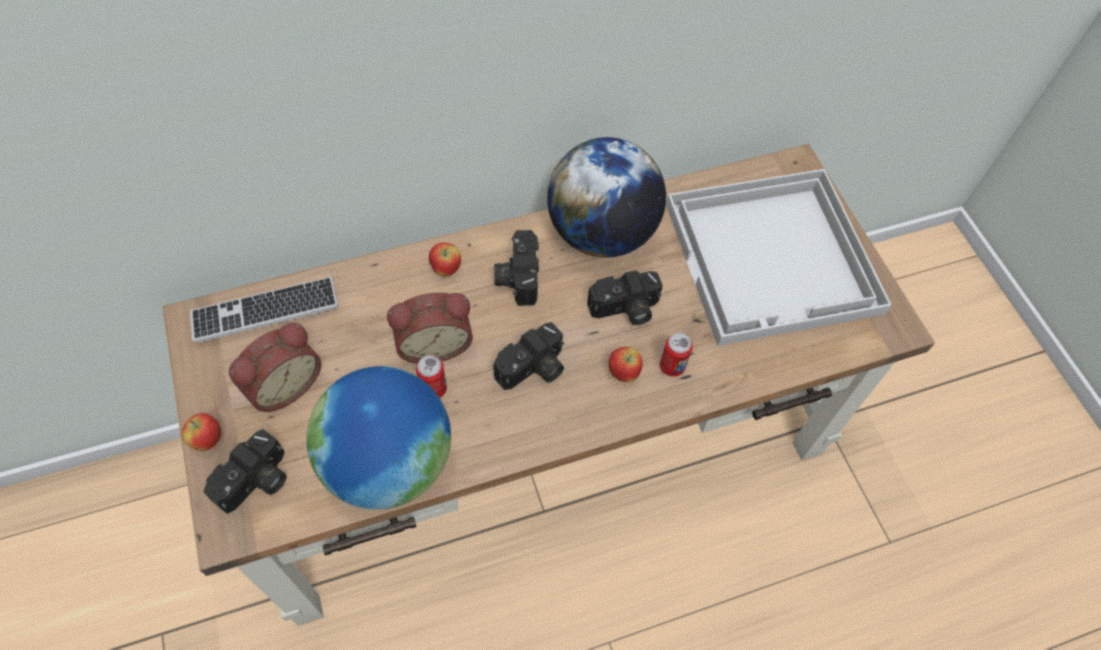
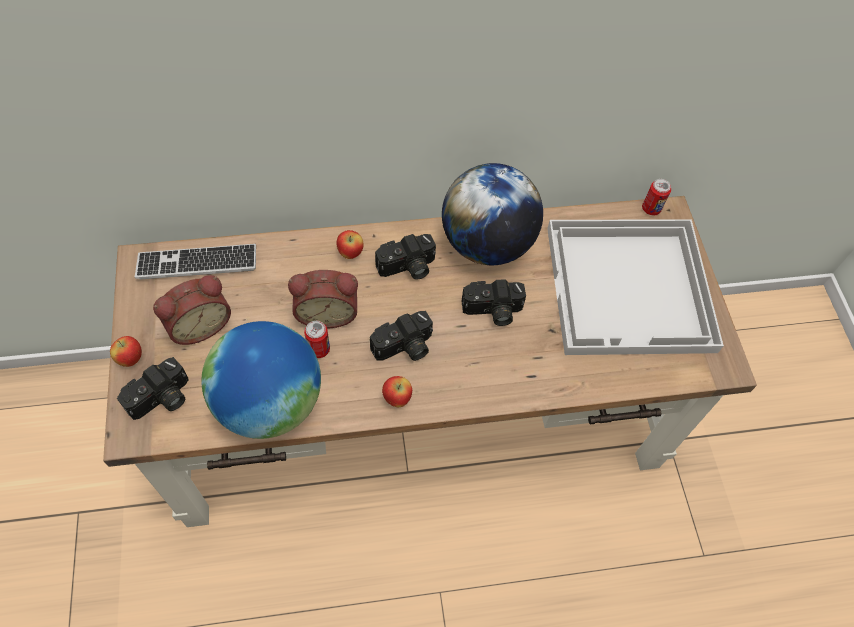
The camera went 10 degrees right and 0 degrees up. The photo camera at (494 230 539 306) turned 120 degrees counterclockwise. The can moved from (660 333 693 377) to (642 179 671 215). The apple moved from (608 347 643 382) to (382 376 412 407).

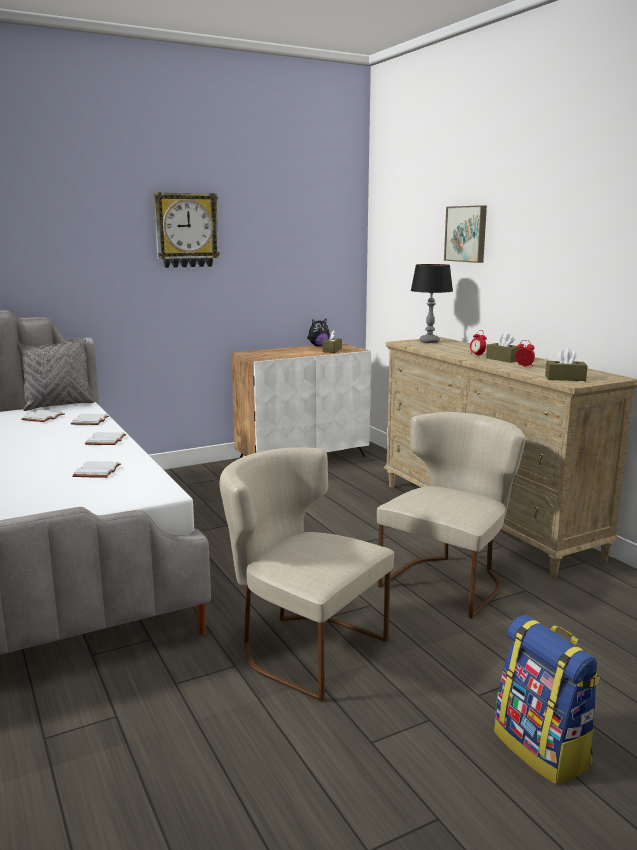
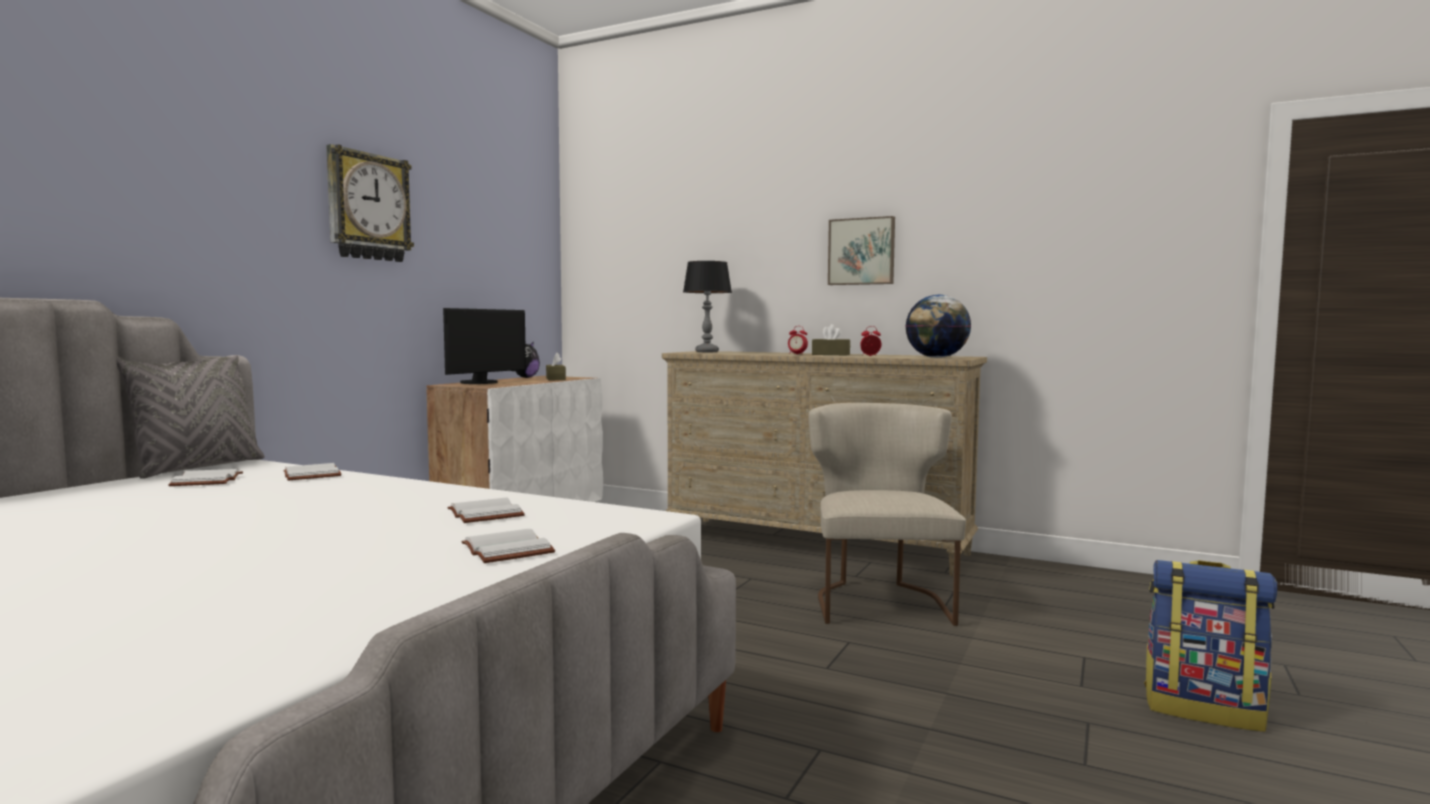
The camera went 35 degrees left and 10 degrees down. The wall art moved from (444 205 487 263) to (828 216 895 285). The brownish tissue holder at (545 347 588 381) was replaced by the world globe at (906 295 971 358). The white volume moved from (85 432 126 445) to (461 529 555 563). The beige-coloured plain chair at (220 448 394 702) disappeared. The monitor at (443 308 526 384) appeared.

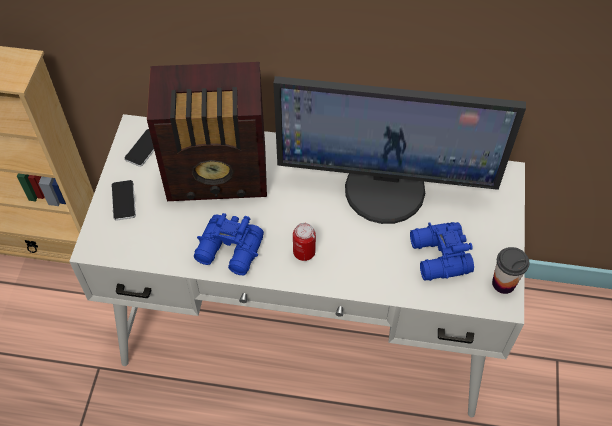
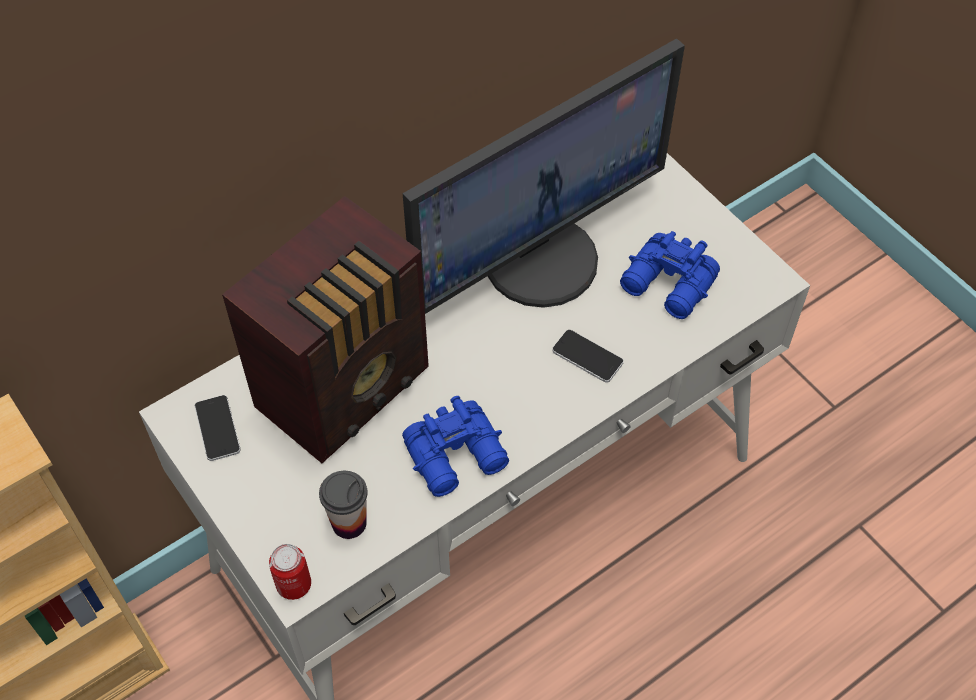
The camera went 45 degrees left and 0 degrees up. The telephone moved from (111 180 136 221) to (552 330 624 383). The can moved from (293 223 316 261) to (269 544 311 600). The small cup moved from (492 247 529 294) to (319 471 367 539).

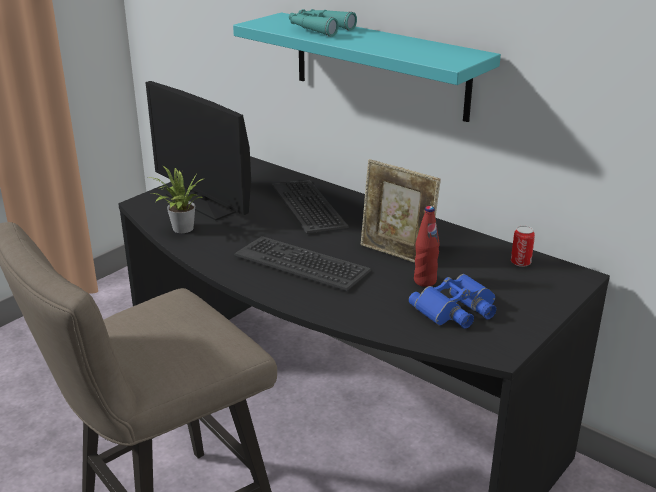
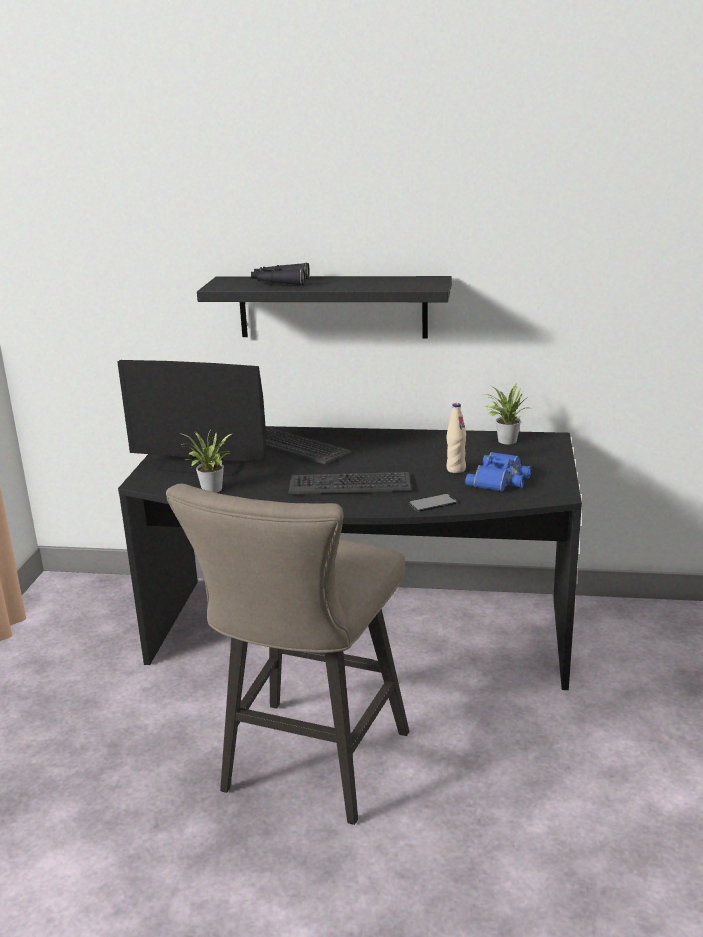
The camera went 30 degrees left and 5 degrees down. The blue-green binoculars at (289 9 357 37) became the black-coloured binoculars at (251 263 310 286). The blue-green wall shelf at (233 12 501 122) became the black-coloured wall shelf at (197 276 452 339). The standing frame at (361 159 441 263) disappeared. The reddish beverage bottle at (414 206 440 287) became the beige-coloured beverage bottle at (447 403 466 473). The can at (511 226 535 267) was replaced by the potted plant at (483 383 529 444). The telephone at (409 494 457 512) appeared.

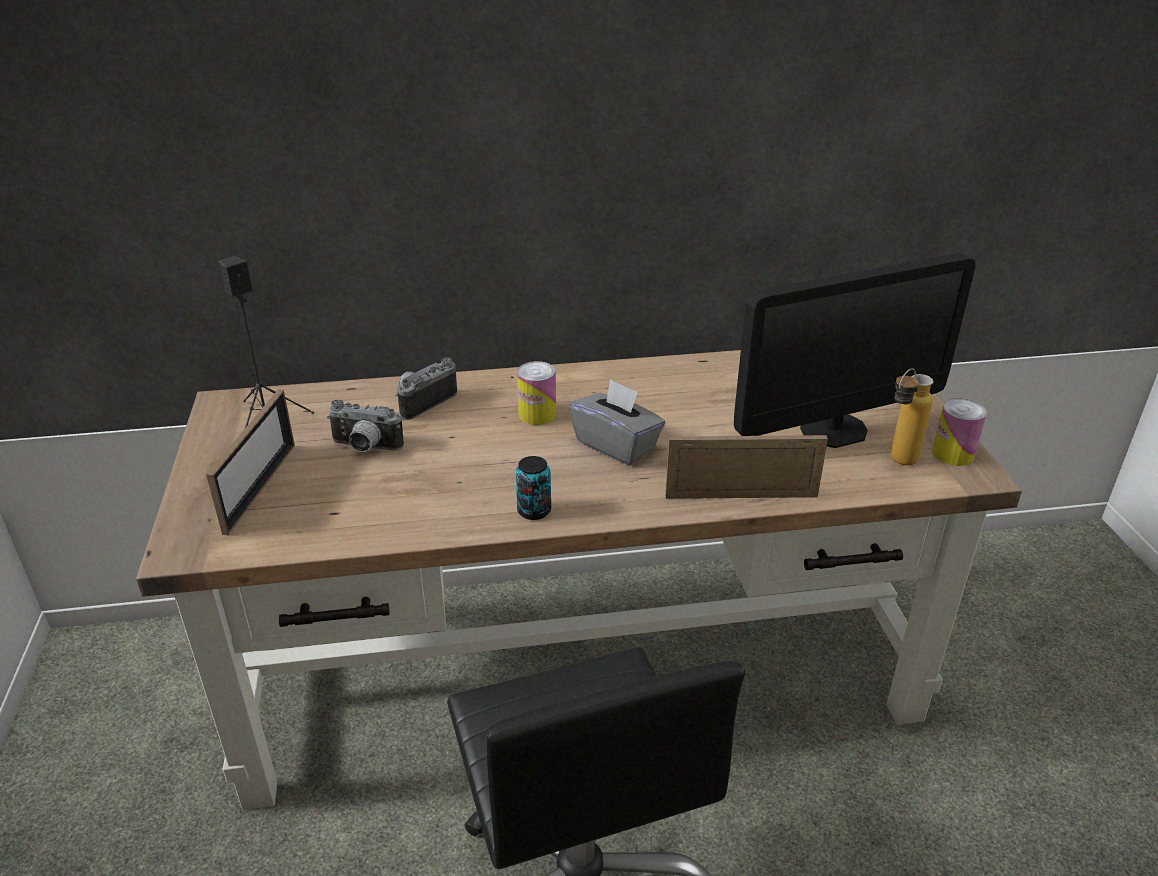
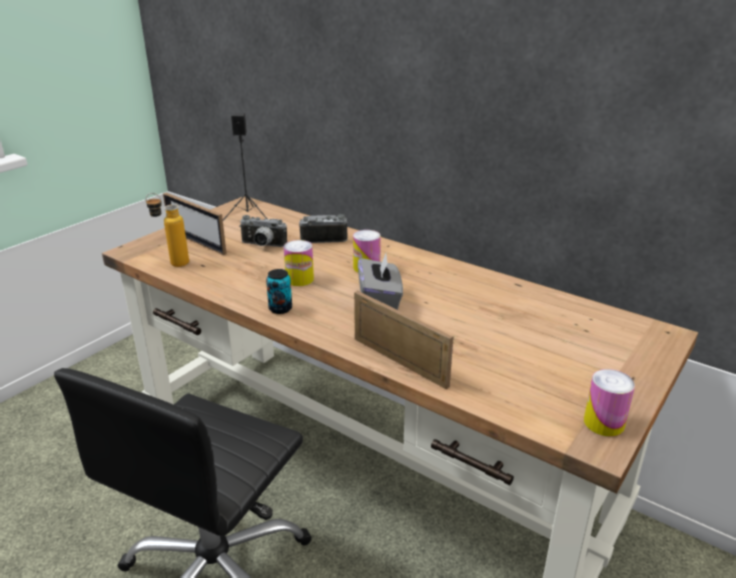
The camera went 45 degrees right and 5 degrees down. The monitor at (734 253 975 448) disappeared. The beverage bottle moved from (890 368 934 465) to (146 193 189 267). The standing frame at (206 389 295 535) turned 75 degrees clockwise. The photo camera at (327 400 404 452) turned 45 degrees counterclockwise. The can at (284 240 314 286) appeared.

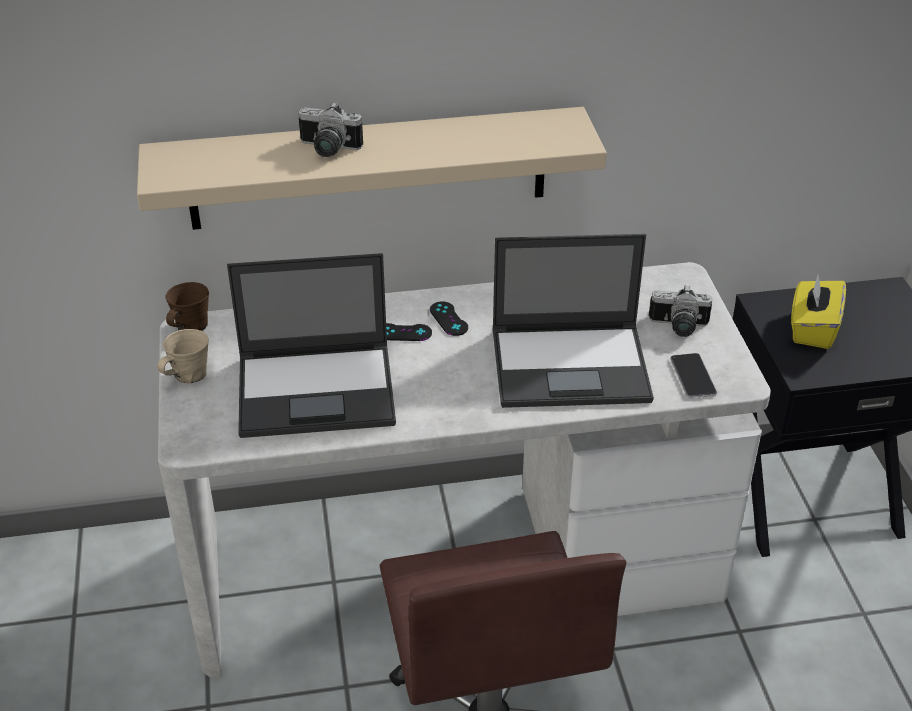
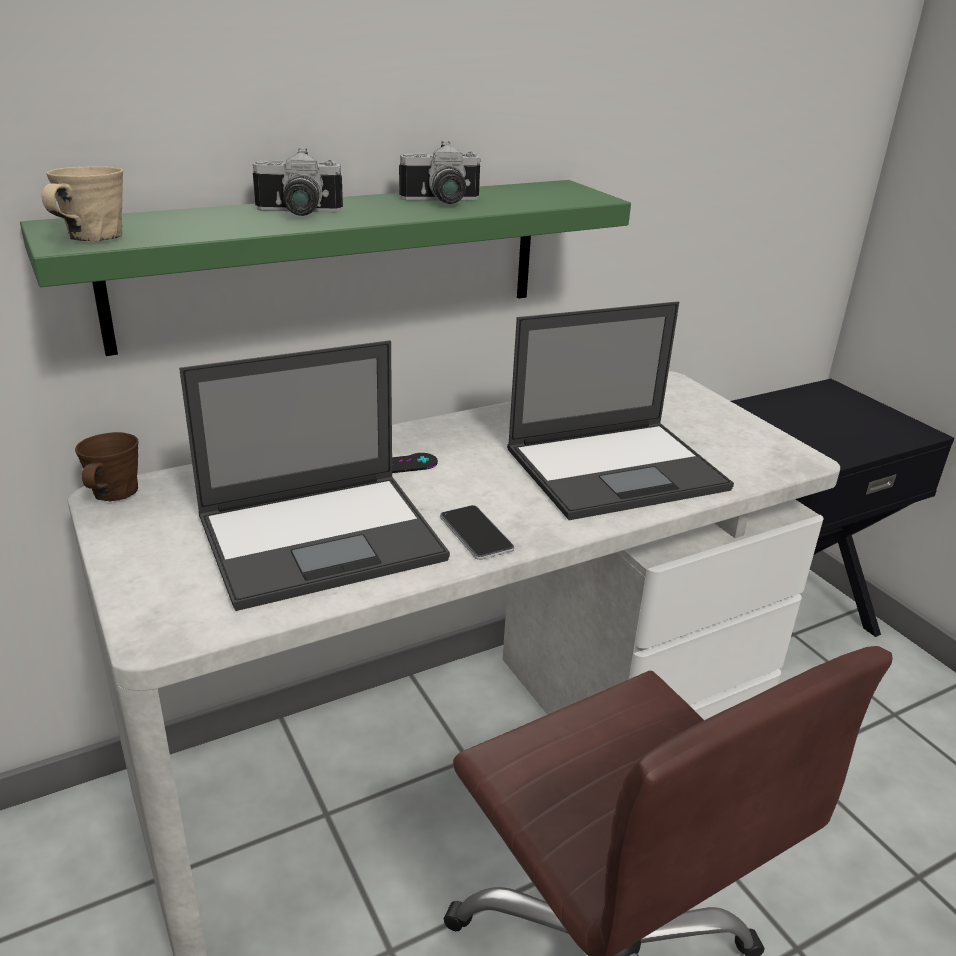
The camera went 20 degrees left and 10 degrees down. The beige-coloured wall shelf at (137 107 607 230) became the green-coloured wall shelf at (20 180 631 356). The yellow tissue holder at (791 274 846 349) disappeared. The photo camera moved from (649 285 712 337) to (399 141 480 204). The black-coloured joypad at (430 301 468 336) disappeared. The beige-coloured tea mug moved from (157 329 209 384) to (41 166 123 241). The telephone moved from (670 353 717 398) to (440 505 514 560).

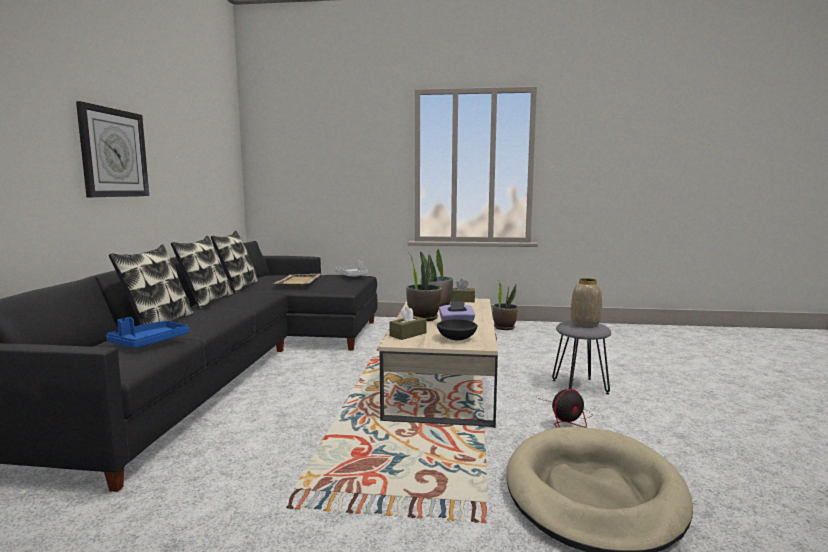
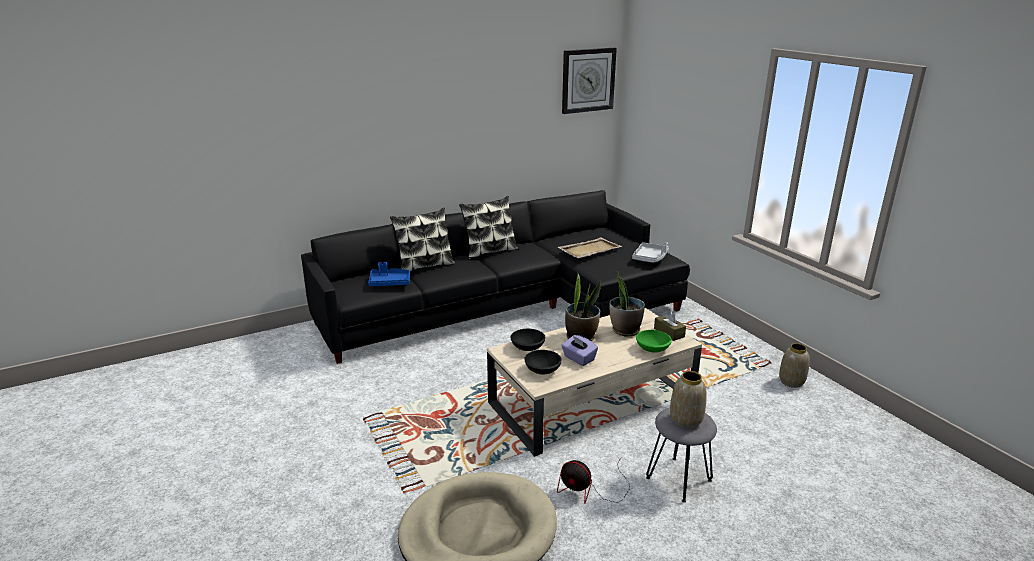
The camera went 55 degrees right and 15 degrees up. The clock on the wall moved from (76 101 149 197) to (562 48 617 114). The pillow at (211 231 258 293) disappeared. The potted plant at (493 281 518 330) was replaced by the flower vase at (779 343 810 388). The brownish tissue holder at (389 306 426 340) was replaced by the black-coloured serving bowl at (510 329 546 351). The green-coloured serving bowl at (636 330 672 352) appeared.

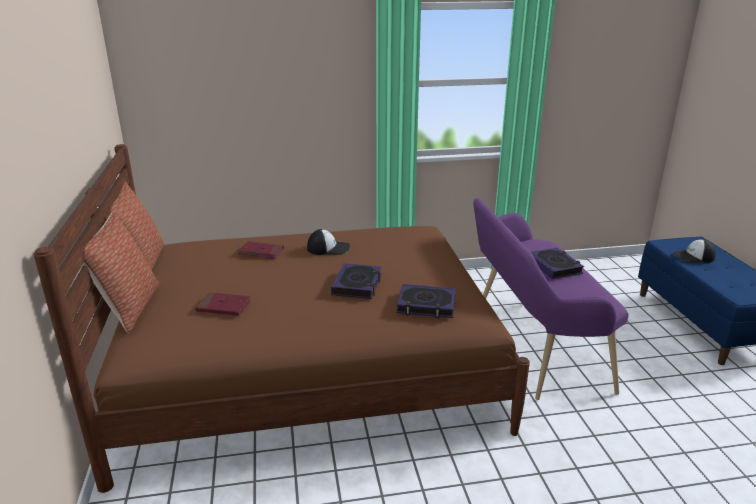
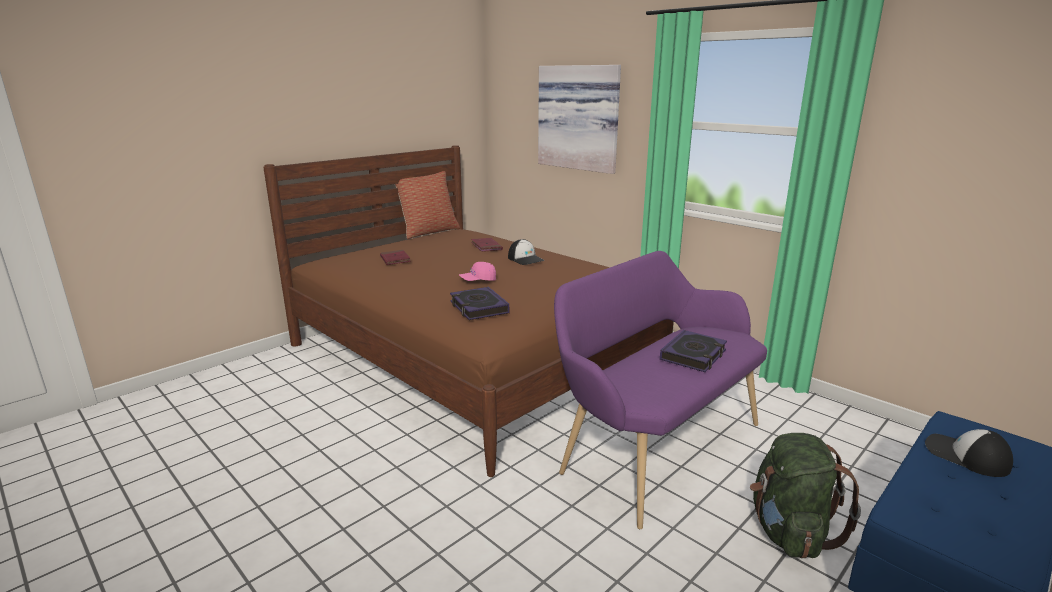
The camera went 55 degrees right and 5 degrees down. The pillow at (82 212 160 333) disappeared. The volume at (331 263 382 299) was replaced by the pinkish cap at (459 262 496 281). The wall art at (538 65 621 174) appeared. The green-coloured rucksack at (750 433 861 559) appeared.

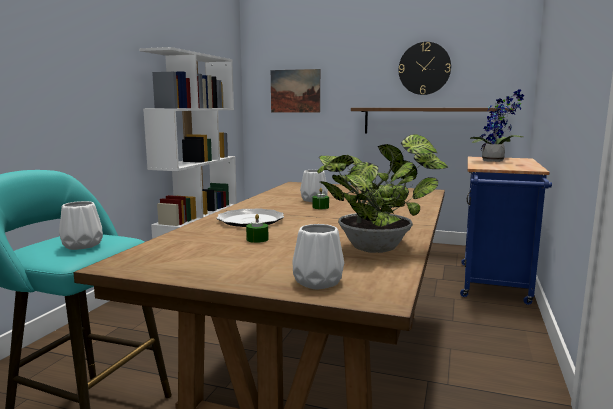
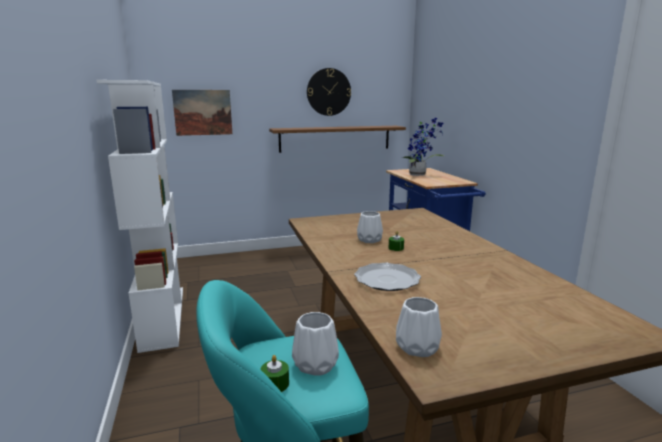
The camera went 35 degrees left and 5 degrees up. The potted plant at (317 134 448 253) disappeared. The green-coloured wax candle moved from (246 214 268 243) to (260 355 289 392). The white flower vase moved from (293 224 344 290) to (396 297 442 357).

